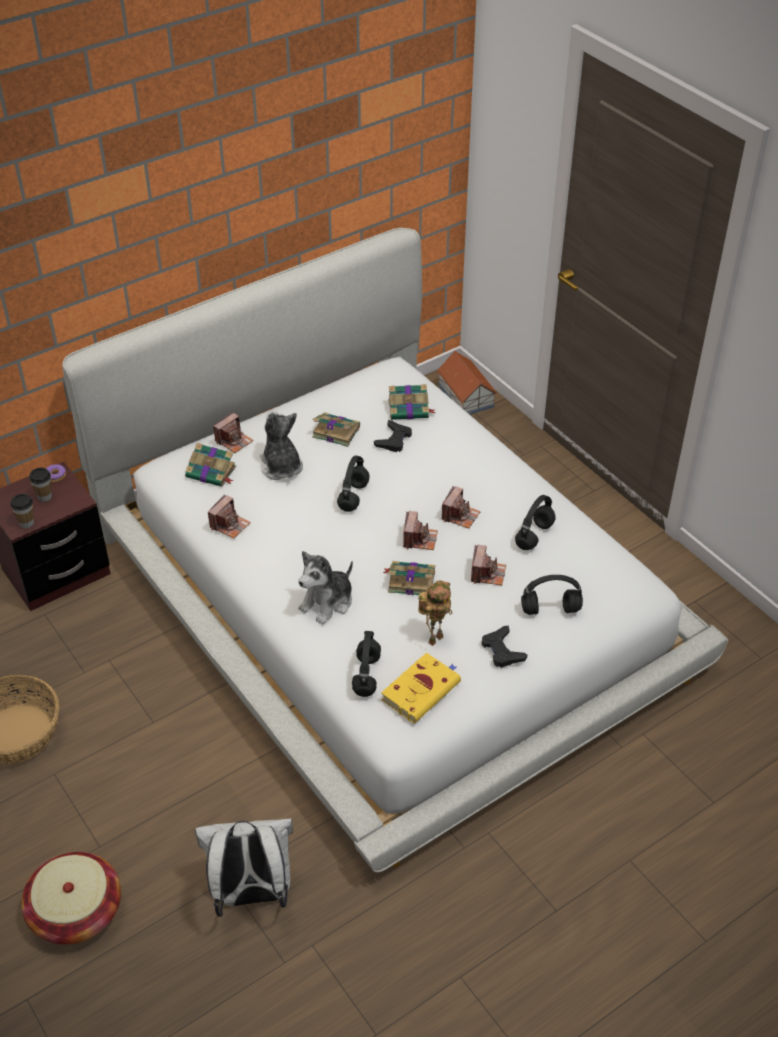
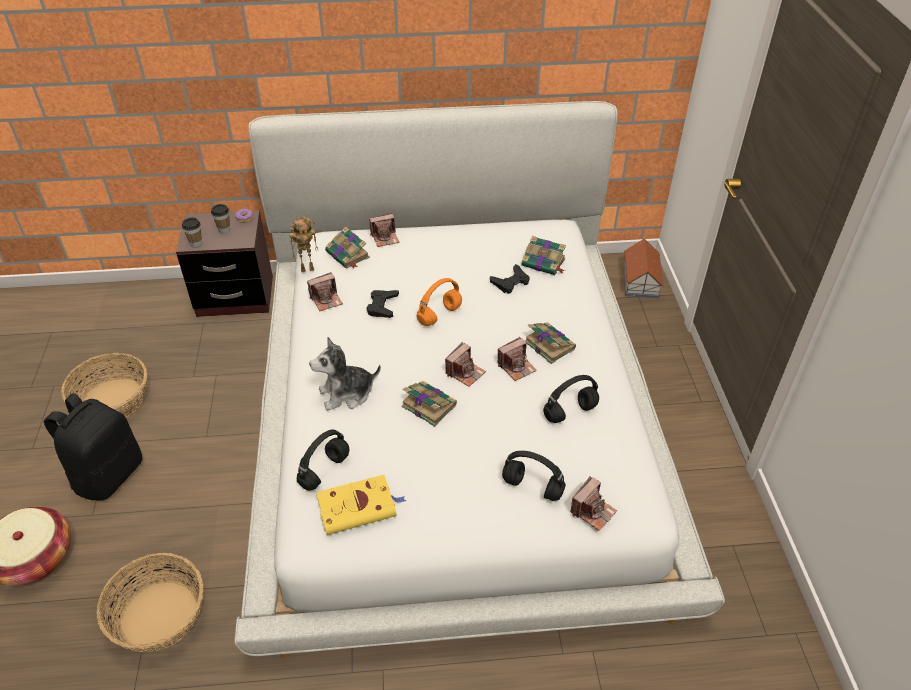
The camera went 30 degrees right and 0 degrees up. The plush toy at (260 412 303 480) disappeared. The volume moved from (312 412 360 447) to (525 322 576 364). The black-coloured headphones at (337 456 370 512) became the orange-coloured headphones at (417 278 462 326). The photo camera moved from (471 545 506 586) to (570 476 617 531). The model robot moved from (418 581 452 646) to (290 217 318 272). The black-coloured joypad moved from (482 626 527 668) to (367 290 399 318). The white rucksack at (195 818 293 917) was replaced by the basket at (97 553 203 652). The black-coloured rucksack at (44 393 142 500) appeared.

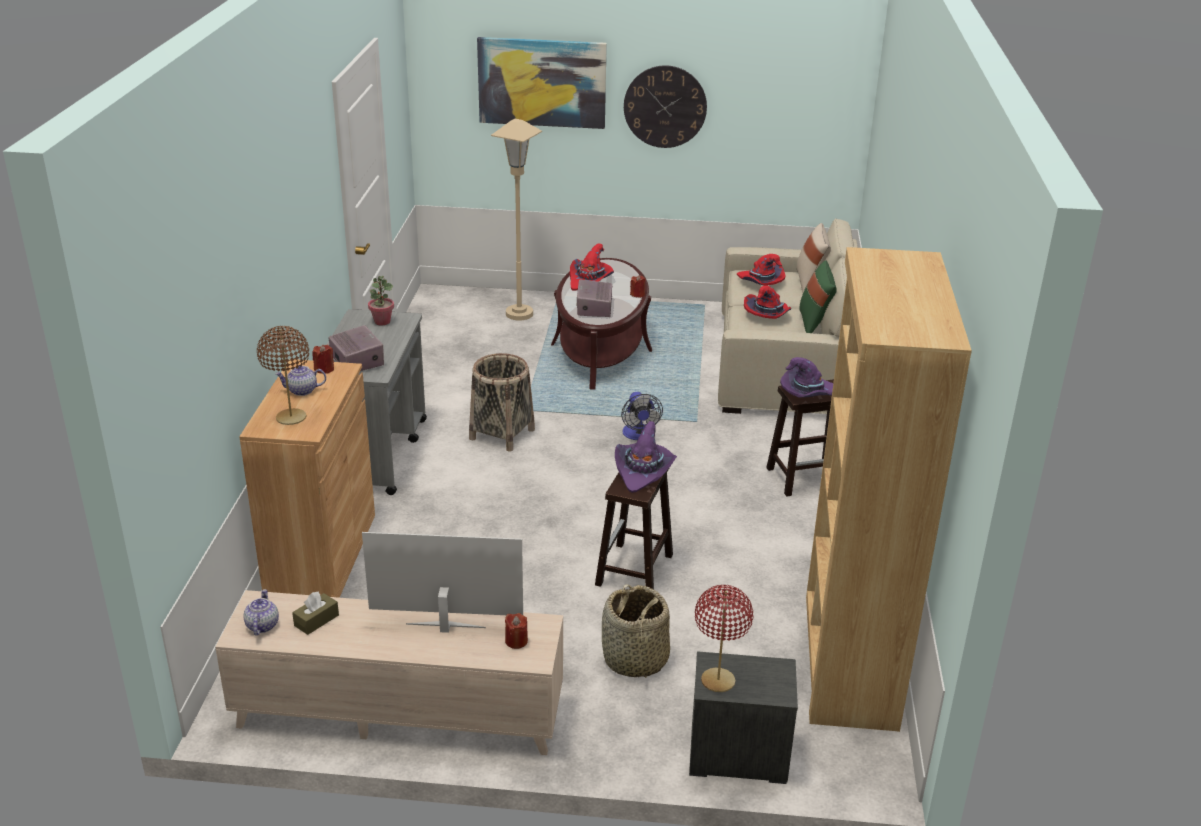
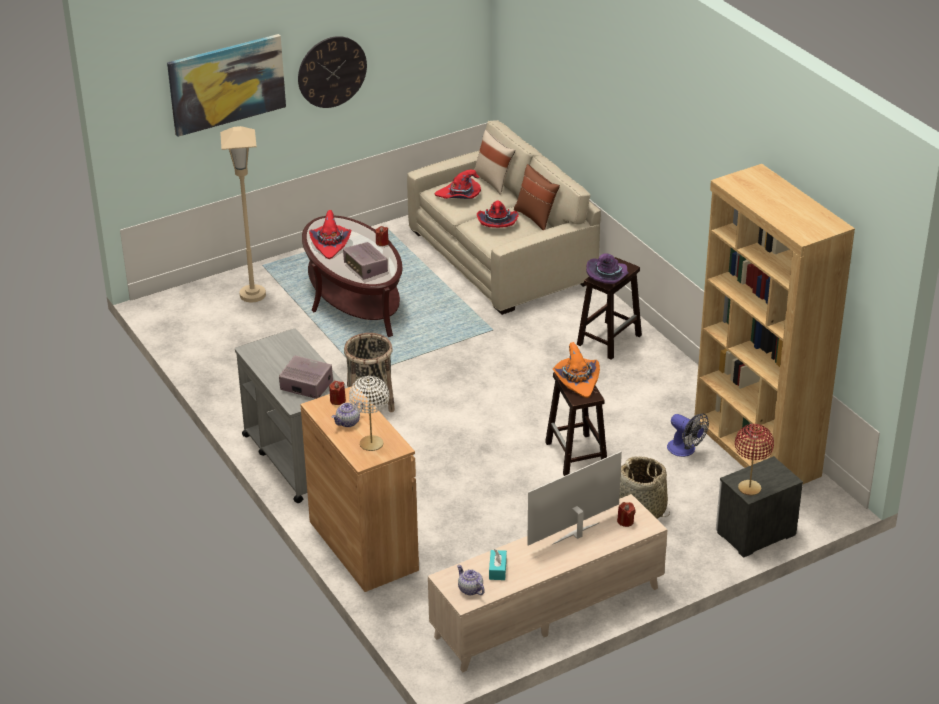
The camera went 35 degrees left and 5 degrees up. The green-coloured pillow at (799 260 837 333) became the brownish pillow at (514 164 560 230). The potted plant at (368 276 394 326) disappeared. The brownish table lamp at (257 326 309 425) became the white table lamp at (349 376 389 451). The electric fan moved from (621 392 663 440) to (667 413 709 457). The purplish clothing hat at (615 421 677 493) became the orange-coloured clothing hat at (553 342 600 398). The brownish tissue holder at (292 592 339 635) became the blue-green tissue holder at (489 549 507 580).

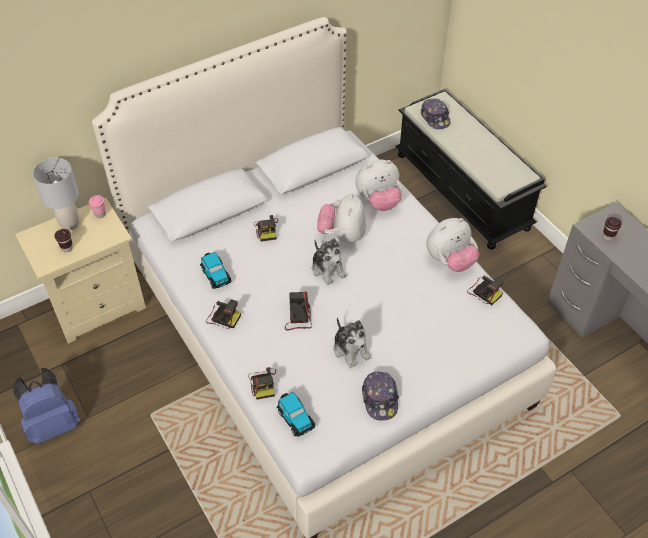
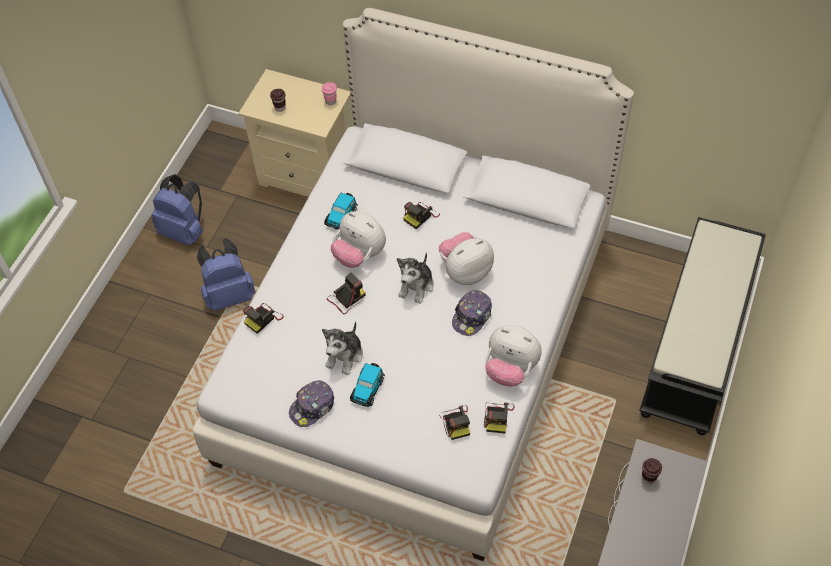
The camera went 55 degrees right and 5 degrees up. The cap moved from (420 99 450 129) to (452 290 492 336). The grey table lamp at (32 158 79 230) disappeared. The plush toy moved from (355 159 402 211) to (331 211 386 268). The photo camera moved from (206 299 241 329) to (439 405 470 440). The toy car moved from (276 392 315 437) to (350 363 385 407). The blue rucksack at (197 238 255 311) appeared.

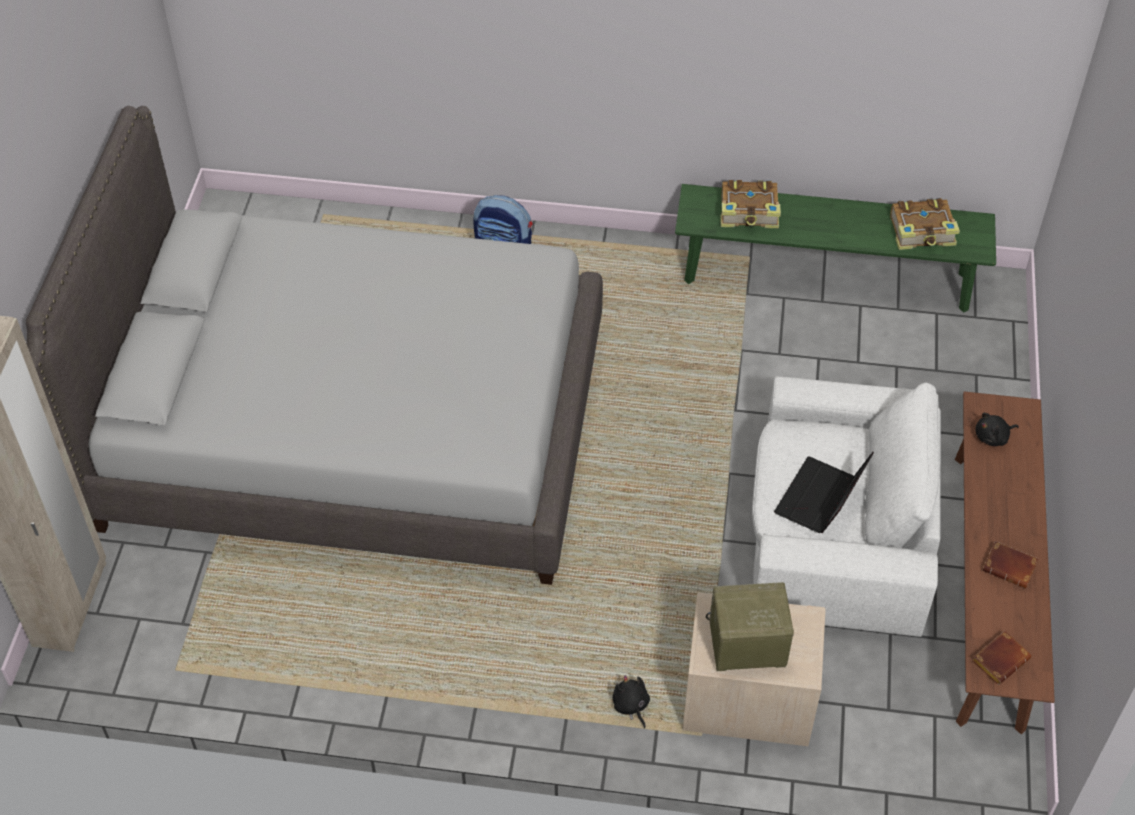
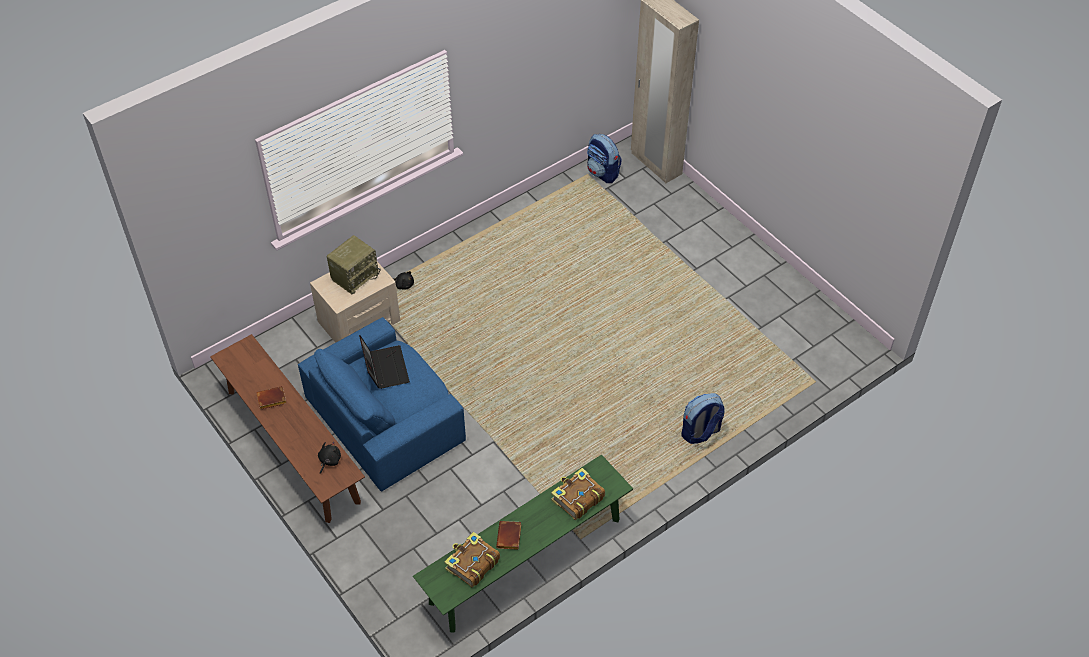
The camera went 135 degrees right and 0 degrees up. The grey sleeping bed at (26 106 603 585) disappeared. The white lounge chair at (752 376 941 637) became the blue lounge chair at (298 317 466 492). The brownish volume moved from (972 631 1031 685) to (496 521 521 550). The rucksack at (587 134 622 183) appeared.

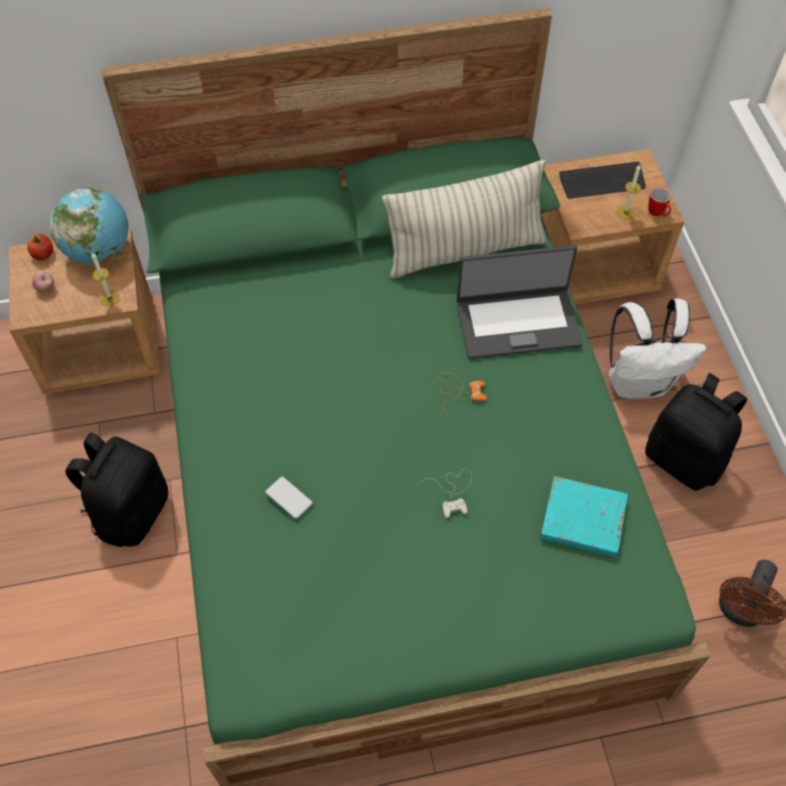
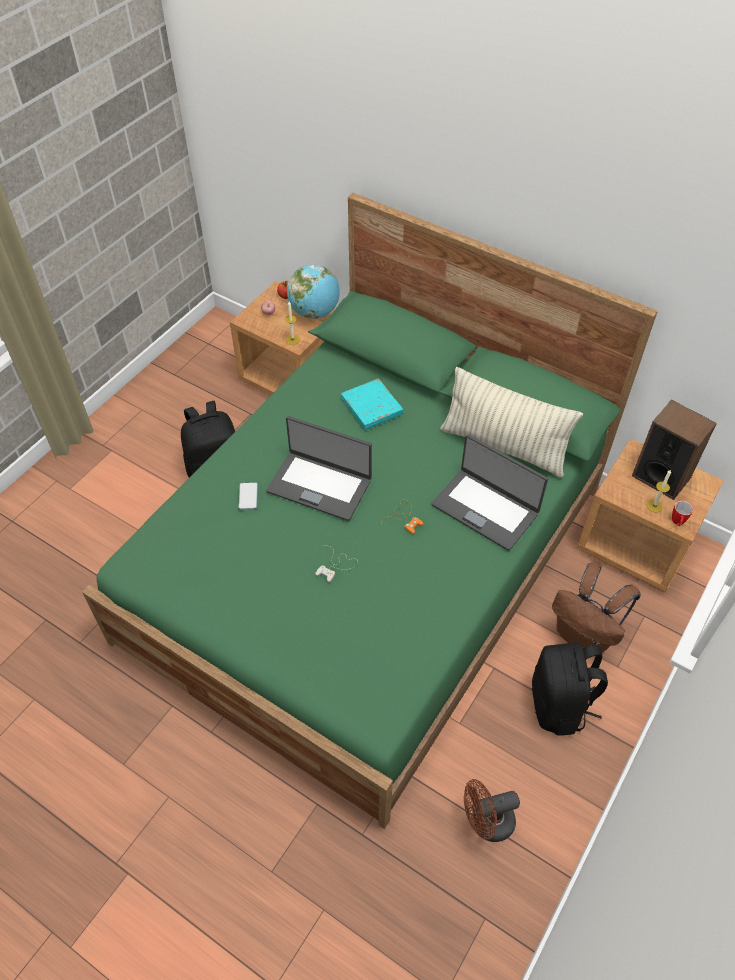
The camera went 45 degrees right and 5 degrees down. The computer keyboard at (559 162 646 199) was replaced by the speaker at (632 400 717 500). The white rucksack at (609 298 706 399) became the brownish rucksack at (552 563 641 656). The blue-green volume moved from (540 476 628 557) to (341 378 403 430). The notebook computer at (266 416 372 521) appeared.

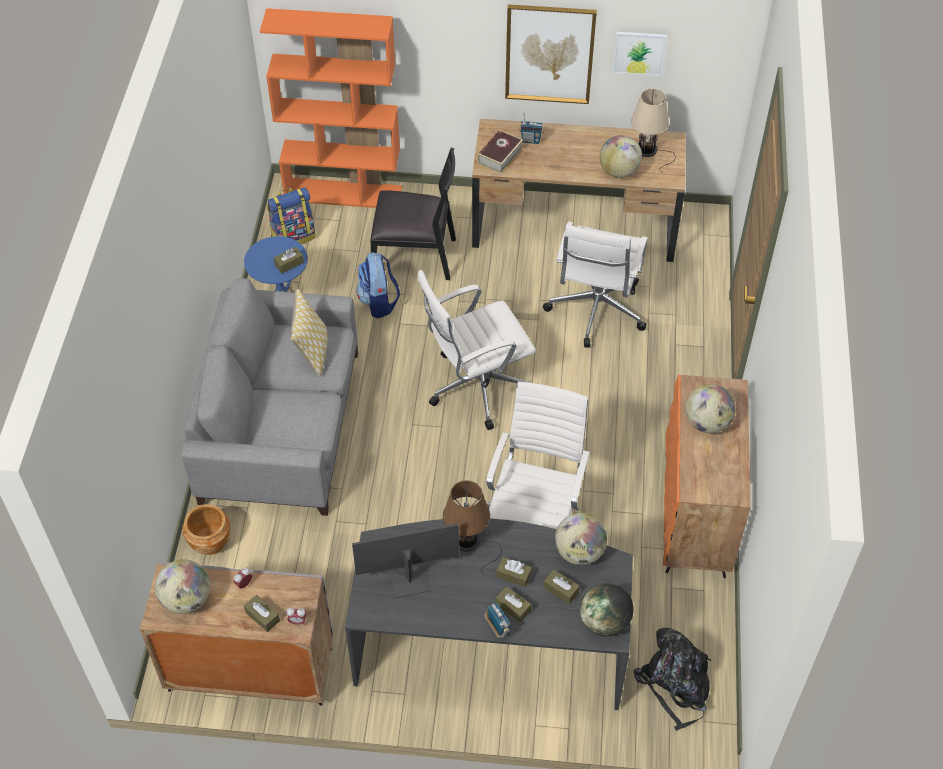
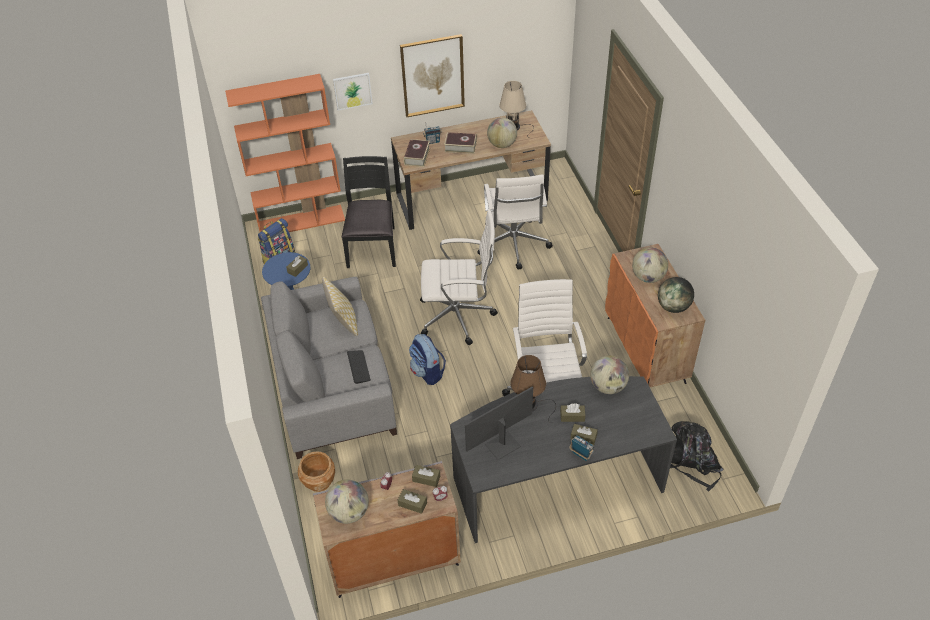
The camera went 20 degrees left and 5 degrees down. The wall art moved from (613 32 667 76) to (333 73 373 111). The black-coloured plain chair at (370 148 456 280) turned 75 degrees counterclockwise. The rucksack moved from (356 252 400 319) to (409 334 446 385). The white desk chair at (418 270 536 430) turned 135 degrees counterclockwise. The brownish tissue holder moved from (543 569 580 604) to (412 465 440 487). The world globe moved from (580 583 634 637) to (658 277 694 313). The volume at (444 132 477 154) appeared. The computer keyboard at (347 350 371 384) appeared.

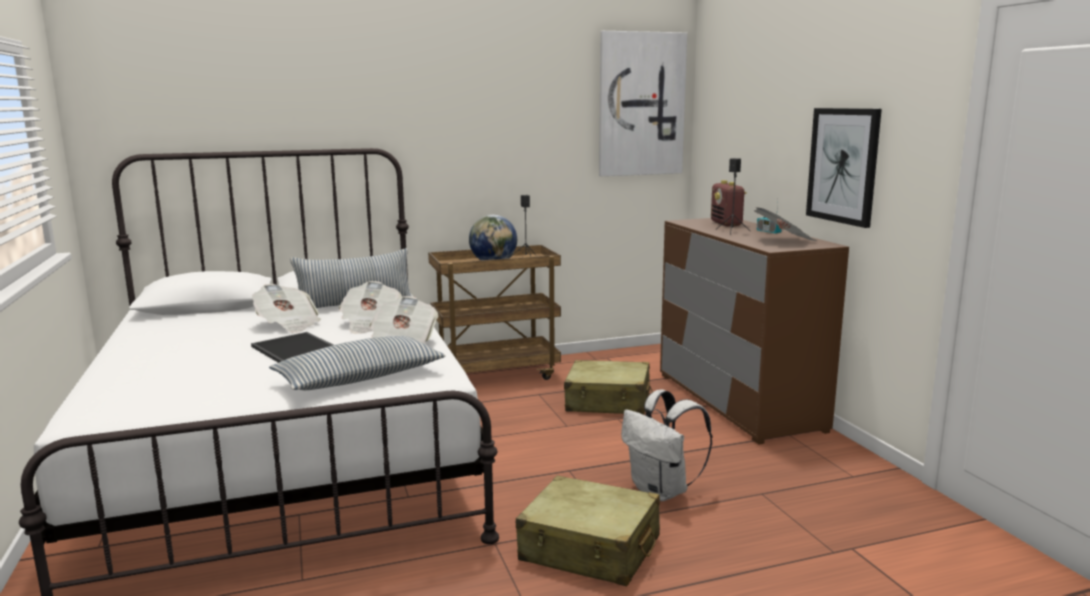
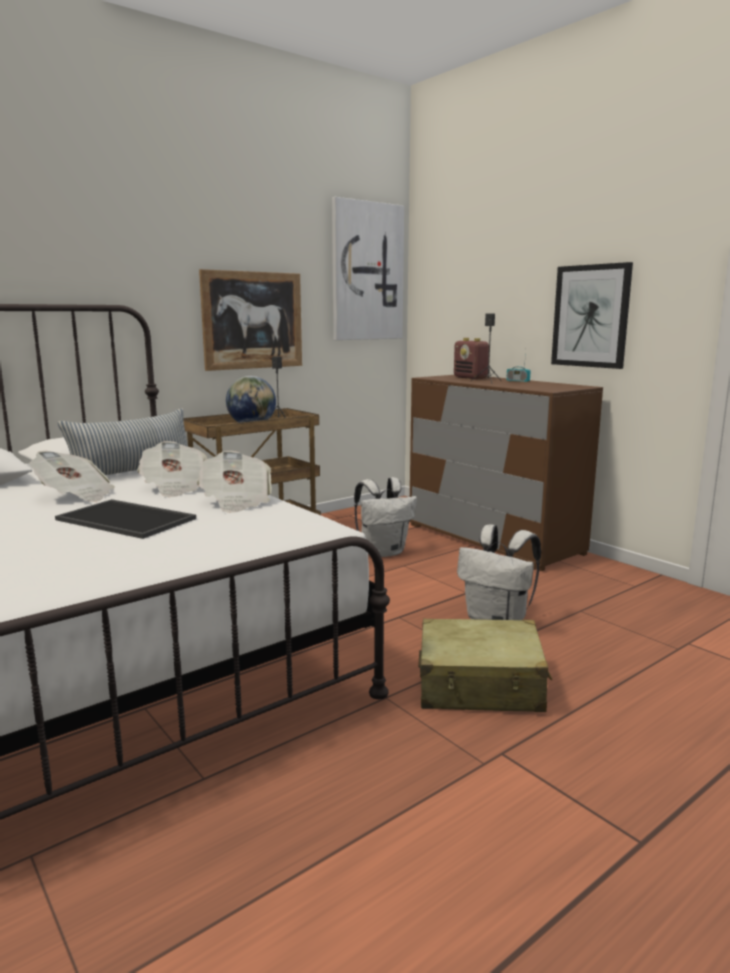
The camera went 20 degrees left and 0 degrees up. The daily paper at (754 208 818 241) disappeared. The pillow at (269 336 446 390) disappeared. The beige-coloured travel case at (564 360 653 415) was replaced by the white rucksack at (354 477 417 557). The wall art at (199 269 302 371) appeared.

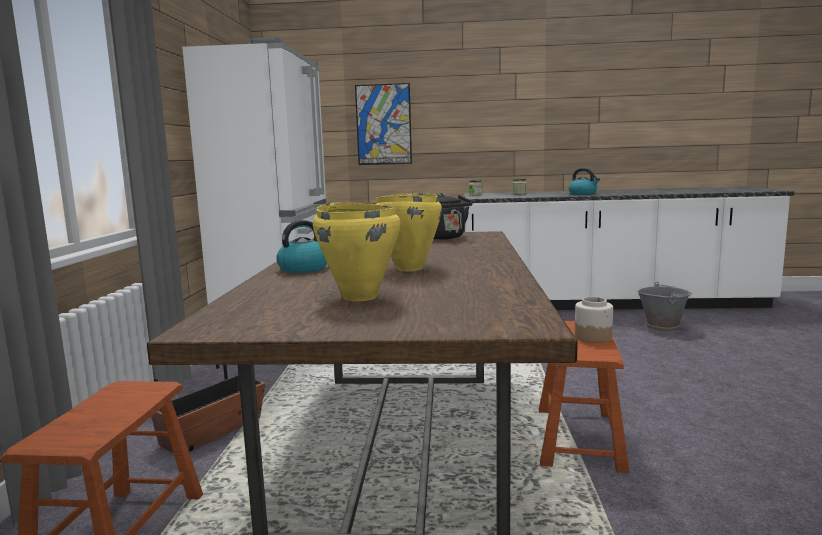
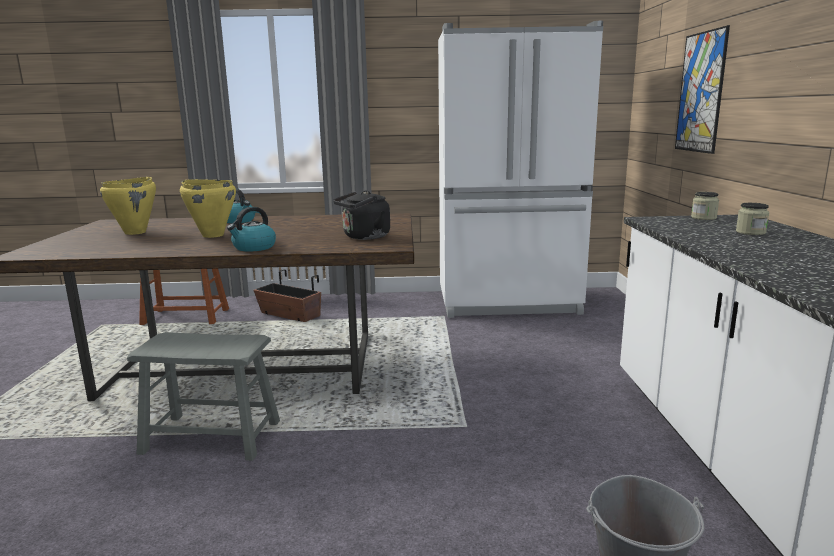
The camera went 85 degrees right and 5 degrees up. The kettle moved from (569 168 600 195) to (227 207 276 252). The storage jar at (575 297 613 343) disappeared. The brownish sitting stool at (539 321 630 473) became the grey sitting stool at (127 332 280 461).

